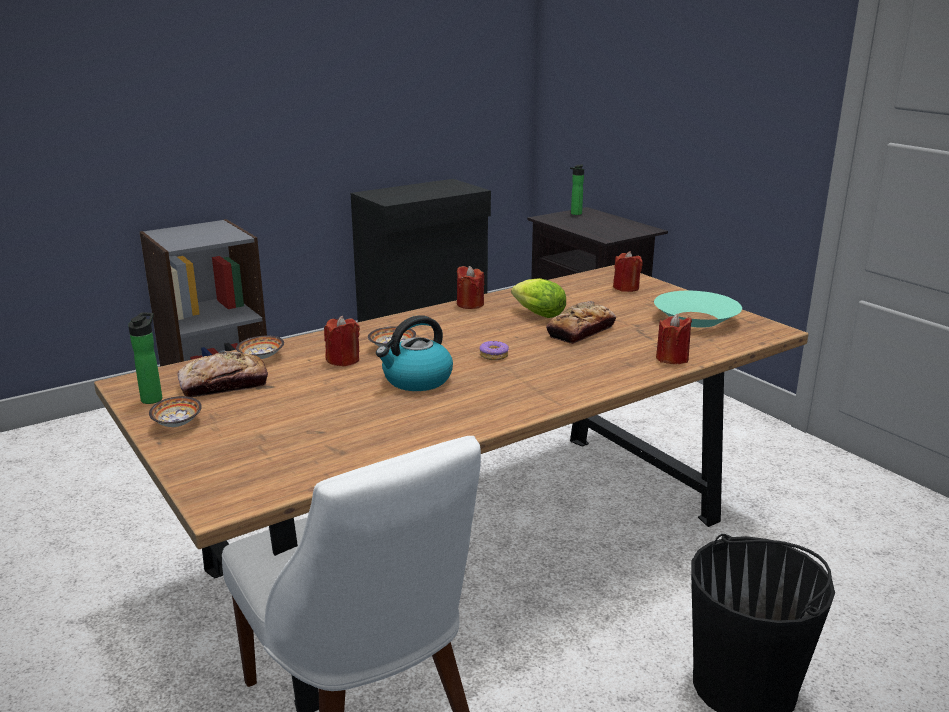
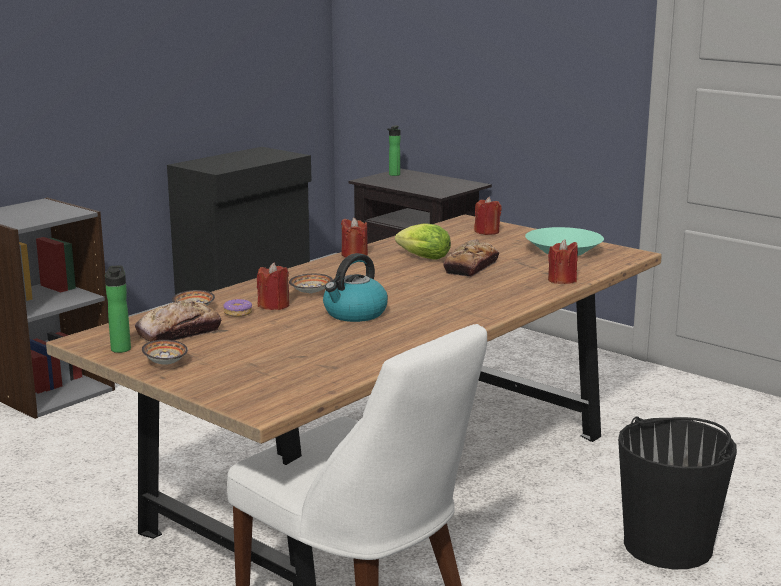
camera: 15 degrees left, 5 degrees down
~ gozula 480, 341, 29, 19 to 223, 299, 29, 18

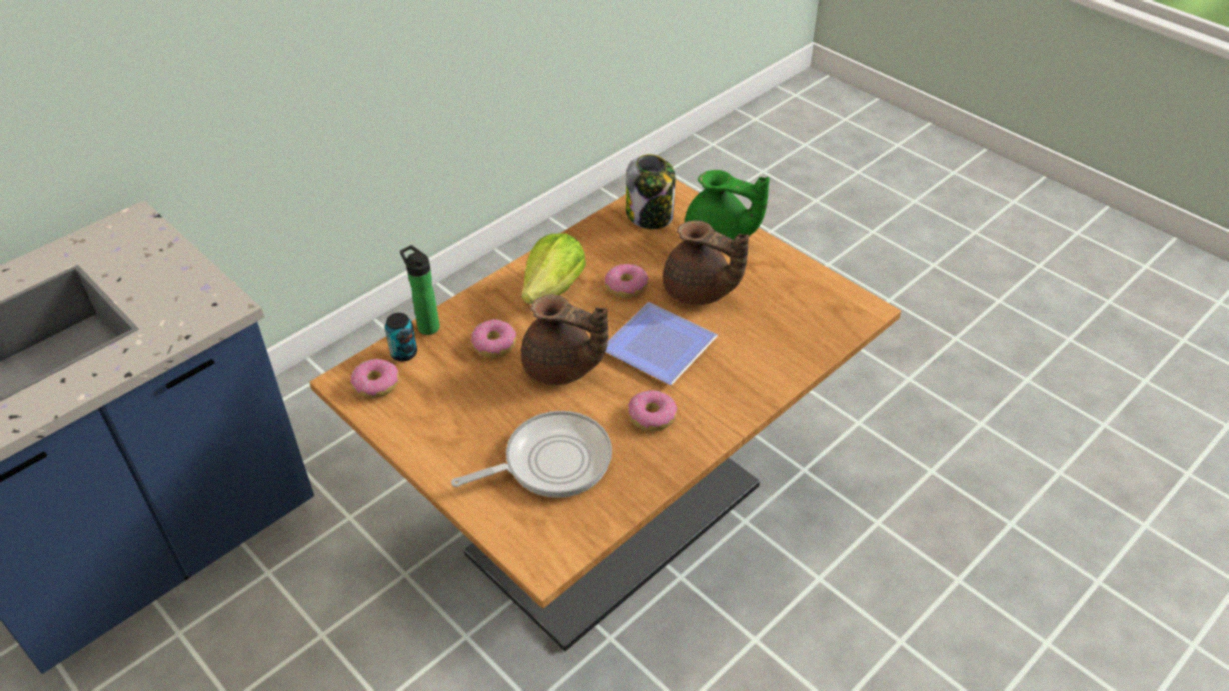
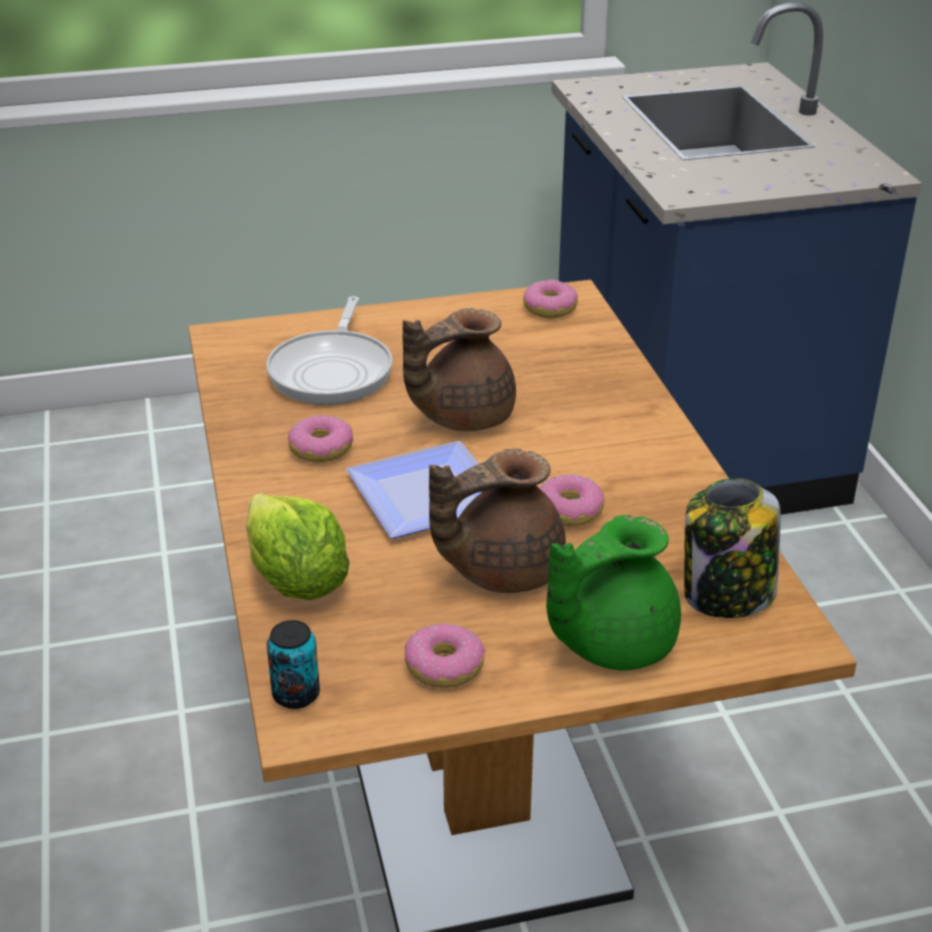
camera: 120 degrees right, 10 degrees down
~ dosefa 522, 233, 64, 71 to 246, 493, 104, 107
~ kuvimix 385, 313, 32, 49 to 267, 620, 53, 89
~ gozula 471, 319, 45, 39 to 405, 623, 80, 65
- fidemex 400, 245, 40, 90

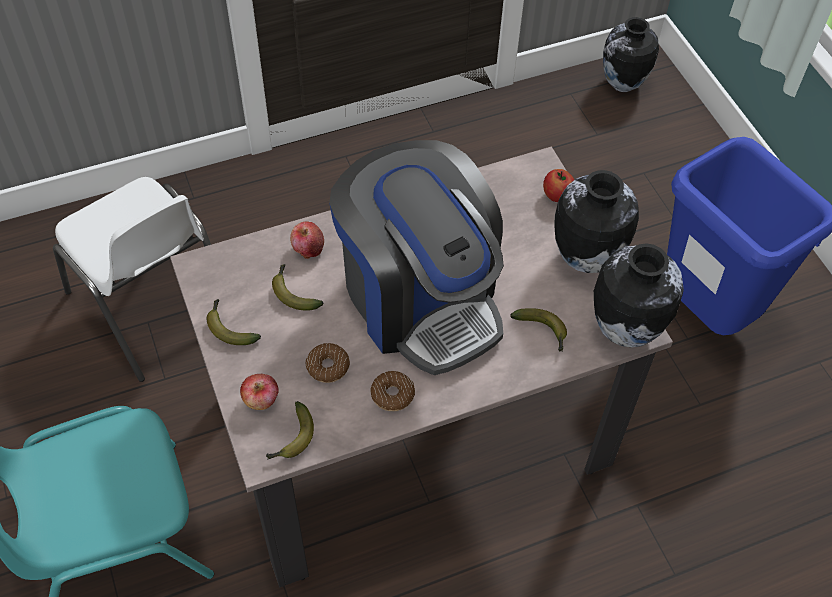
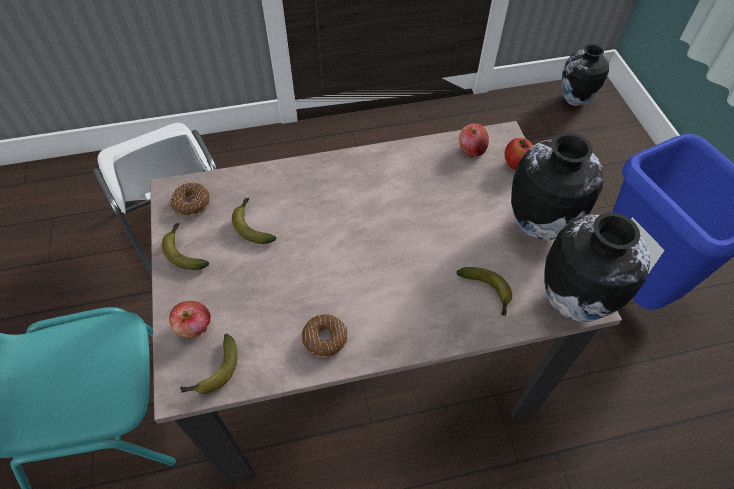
camera: 10 degrees right, 0 degrees up
~ gozula 306, 343, 44, 40 to 170, 182, 40, 34
~ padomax 290, 221, 34, 38 to 459, 123, 30, 34
- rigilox 329, 140, 175, 235

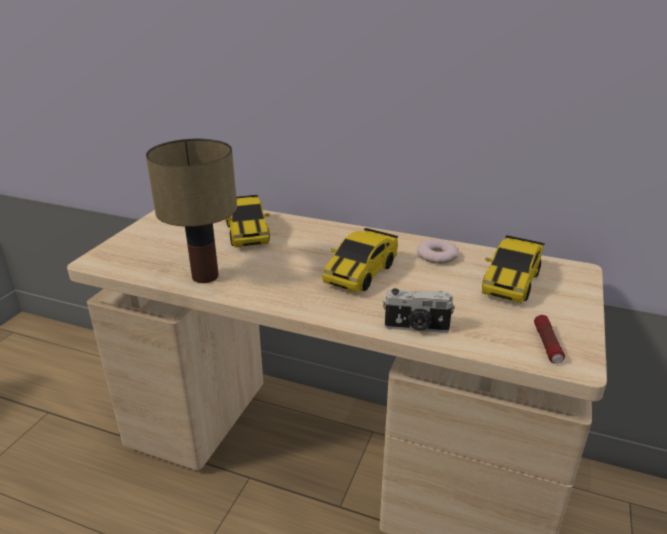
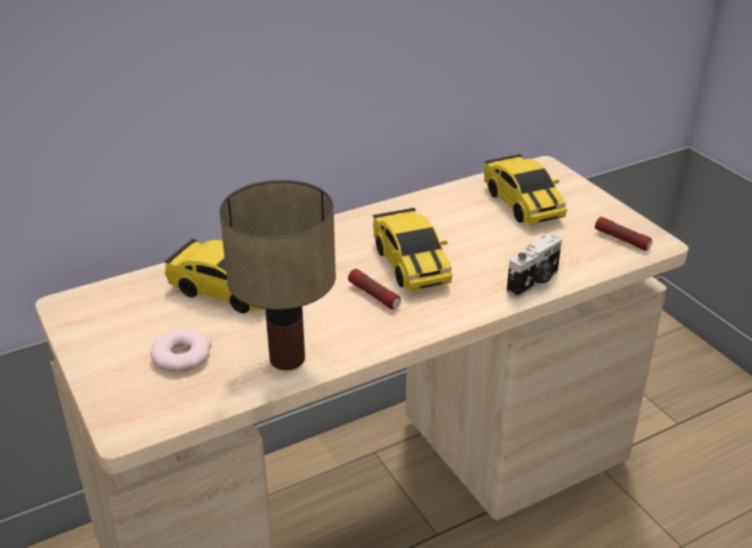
camera: 50 degrees left, 5 degrees up
~ gozula 417, 239, 42, 25 to 150, 329, 62, 43
+ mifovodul 348, 269, 53, 40

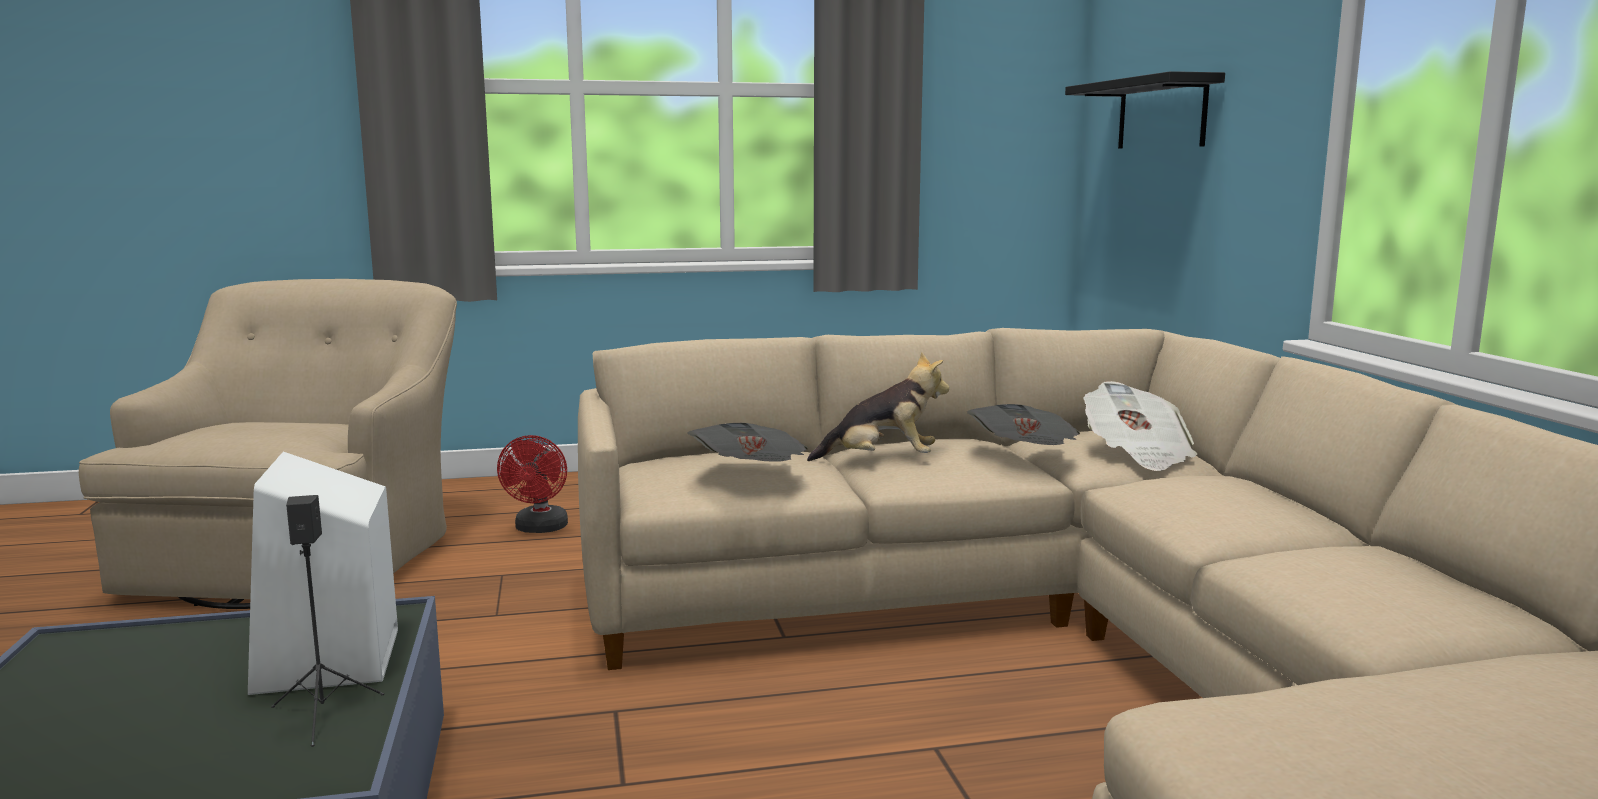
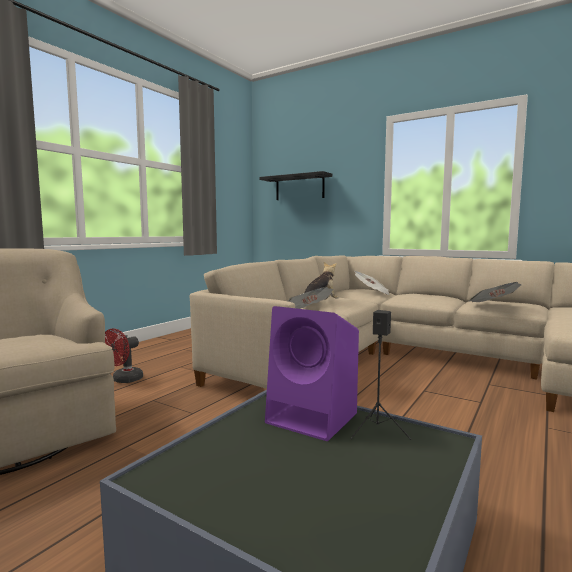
camera: 45 degrees left, 5 degrees down
~ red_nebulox 497, 435, 71, 98 = 105, 329, 38, 54 75 degrees clockwise
~ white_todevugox 248, 451, 150, 244 to purple_todevugox 265, 306, 94, 135
~ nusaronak 967, 404, 113, 41 to 468, 282, 54, 20

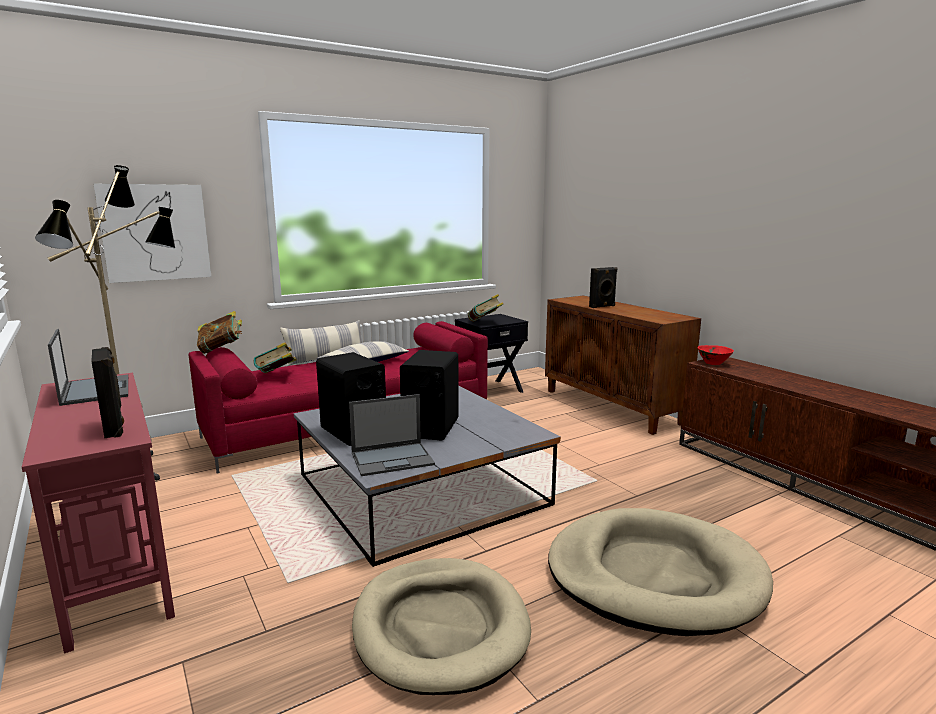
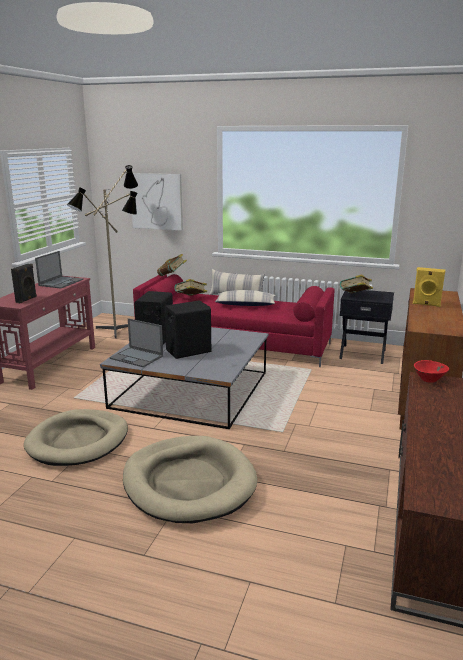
camera: 50 degrees right, 5 degrees up
~ black_todevugox 589, 267, 29, 41 to yellow_todevugox 413, 267, 33, 40

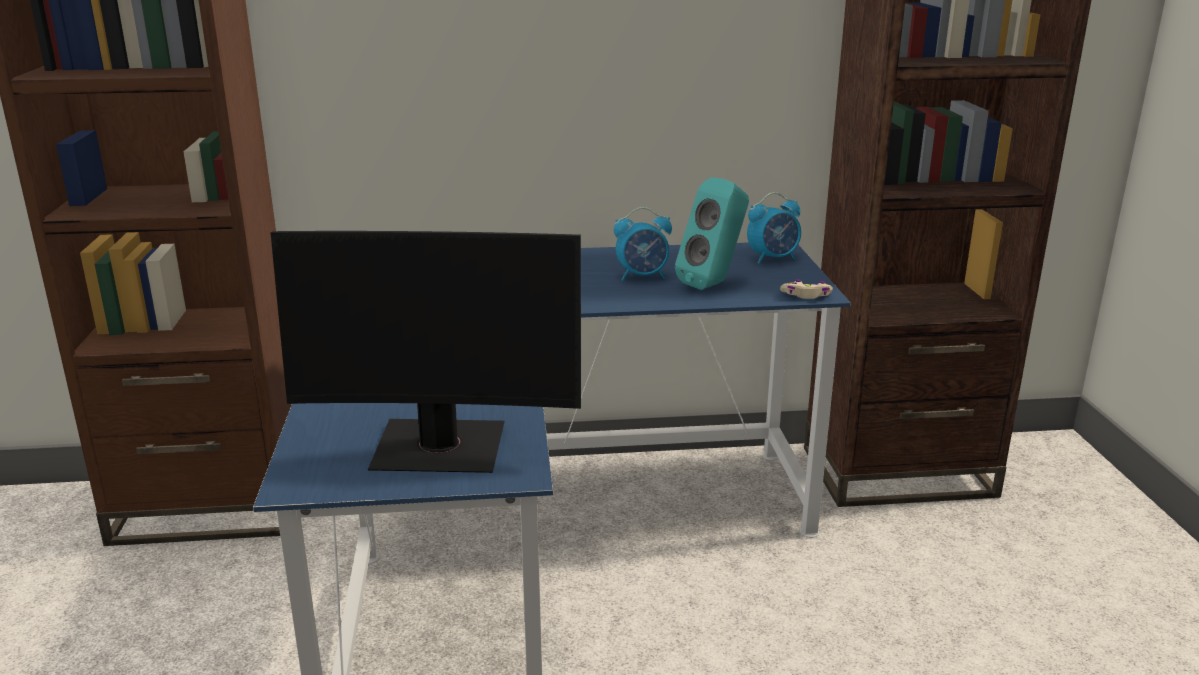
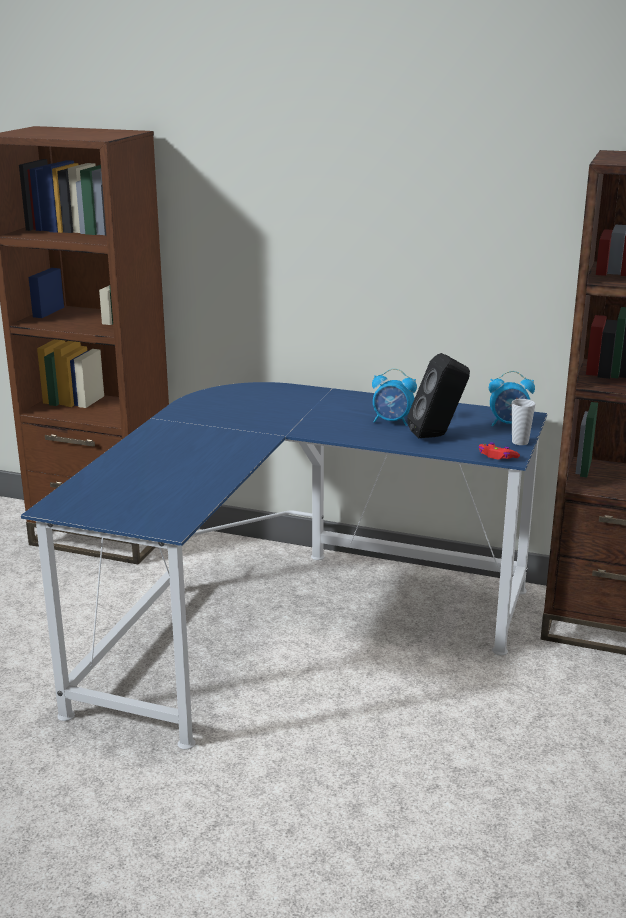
camera: 25 degrees right, 0 degrees up
~ turquoise_todevugox 675, 177, 74, 113 to black_todevugox 407, 353, 63, 85
~ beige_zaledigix 780, 280, 53, 19 to red_zaledigix 479, 442, 41, 17
+ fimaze 512, 399, 23, 46
- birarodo 271, 231, 310, 242

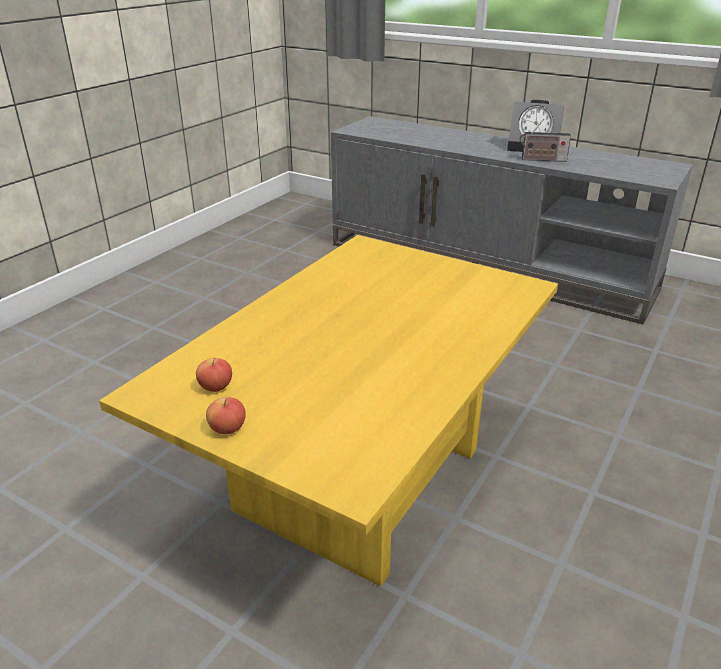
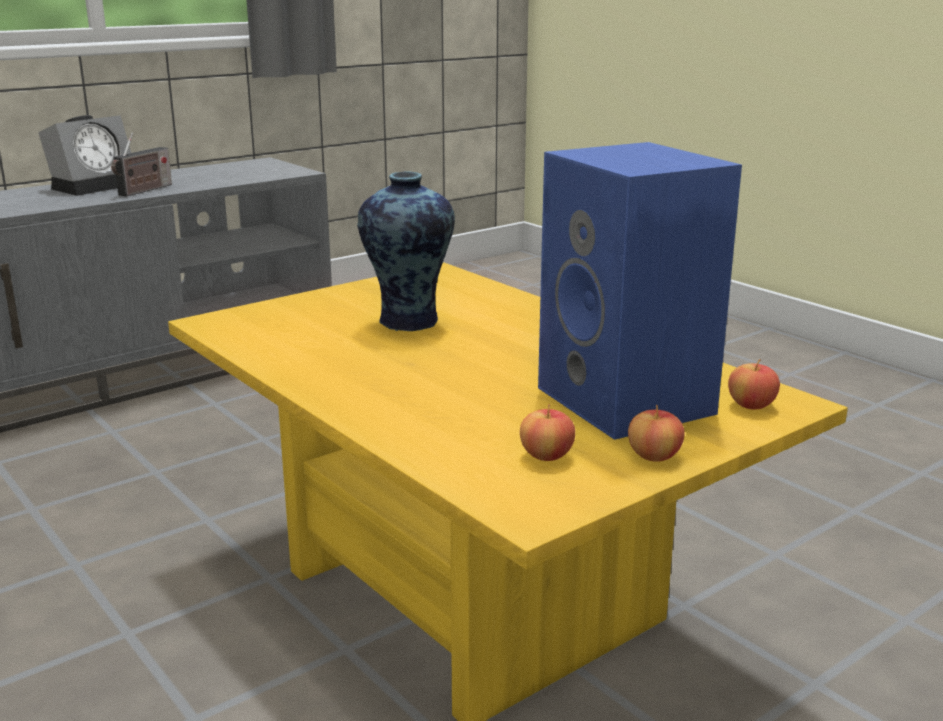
camera: 70 degrees left, 10 degrees down
+ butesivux 357, 171, 98, 160
+ blue_todevugox 538, 142, 204, 298
+ padomax 728, 359, 52, 50

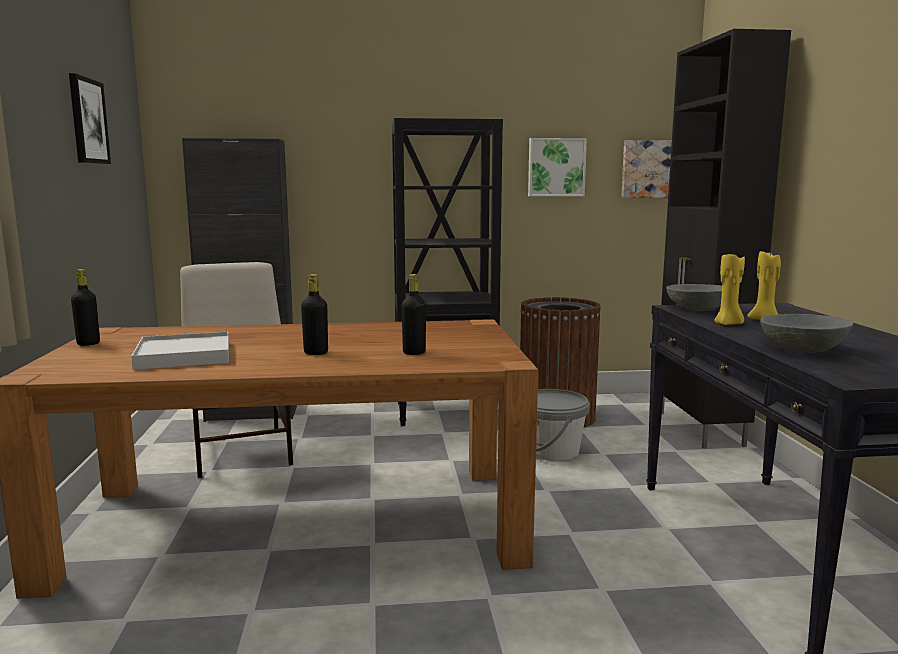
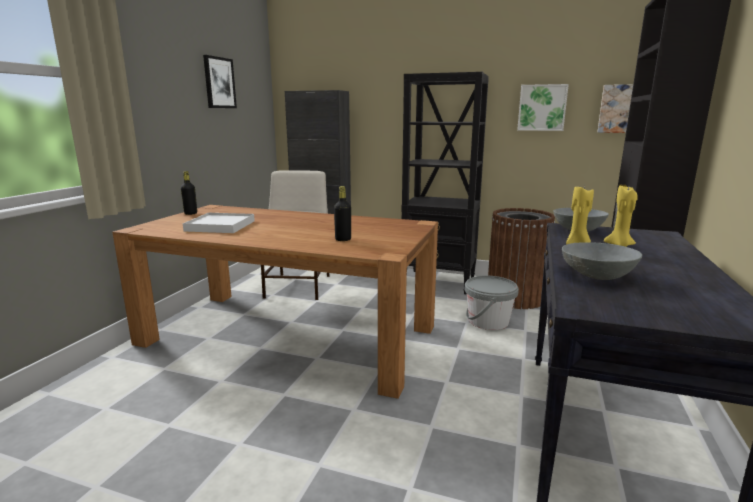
camera: 25 degrees right, 5 degrees up
- black_fidemex 301, 274, 27, 81

